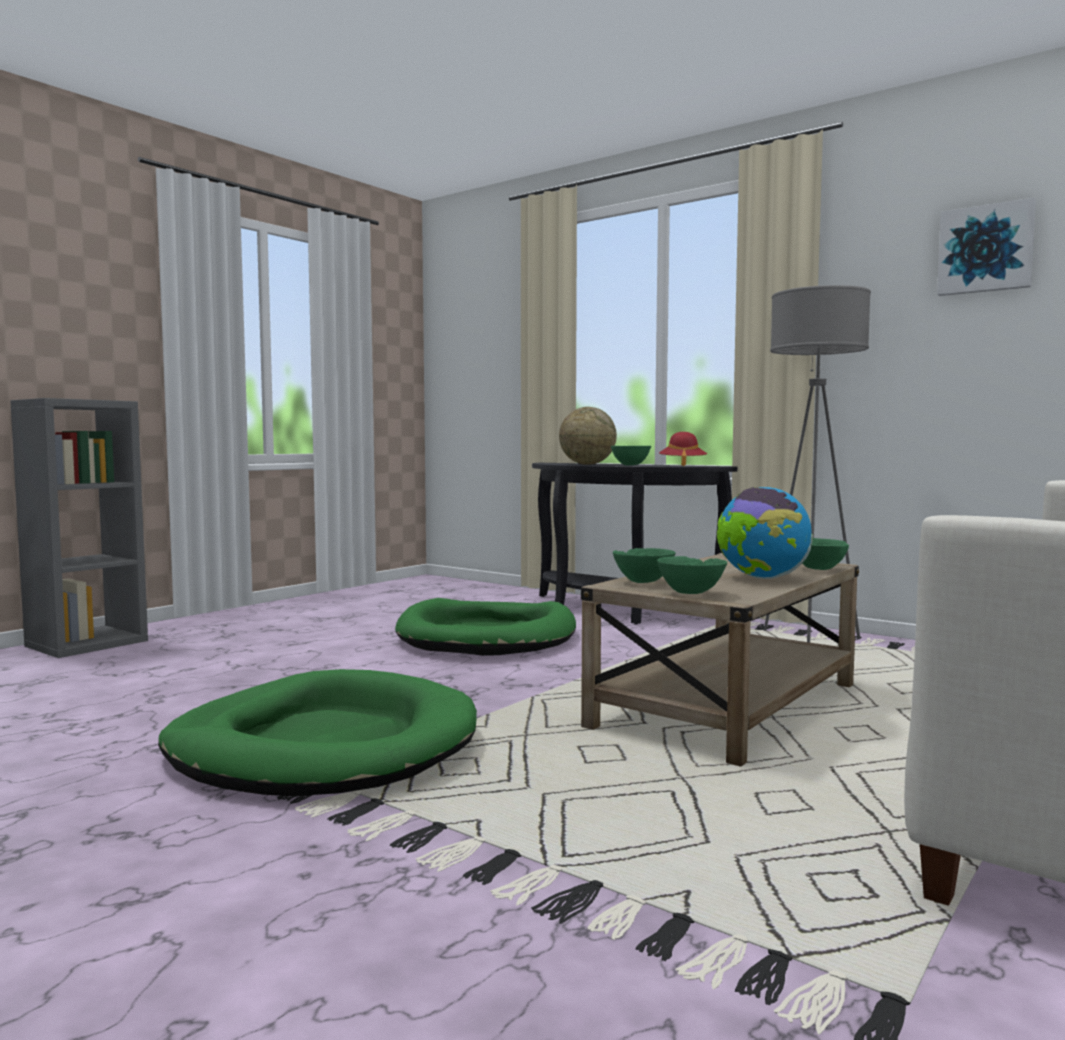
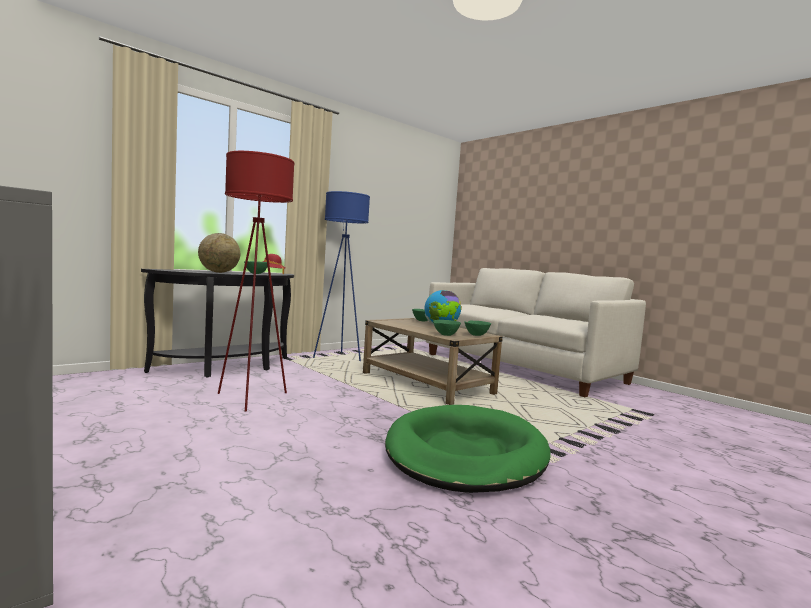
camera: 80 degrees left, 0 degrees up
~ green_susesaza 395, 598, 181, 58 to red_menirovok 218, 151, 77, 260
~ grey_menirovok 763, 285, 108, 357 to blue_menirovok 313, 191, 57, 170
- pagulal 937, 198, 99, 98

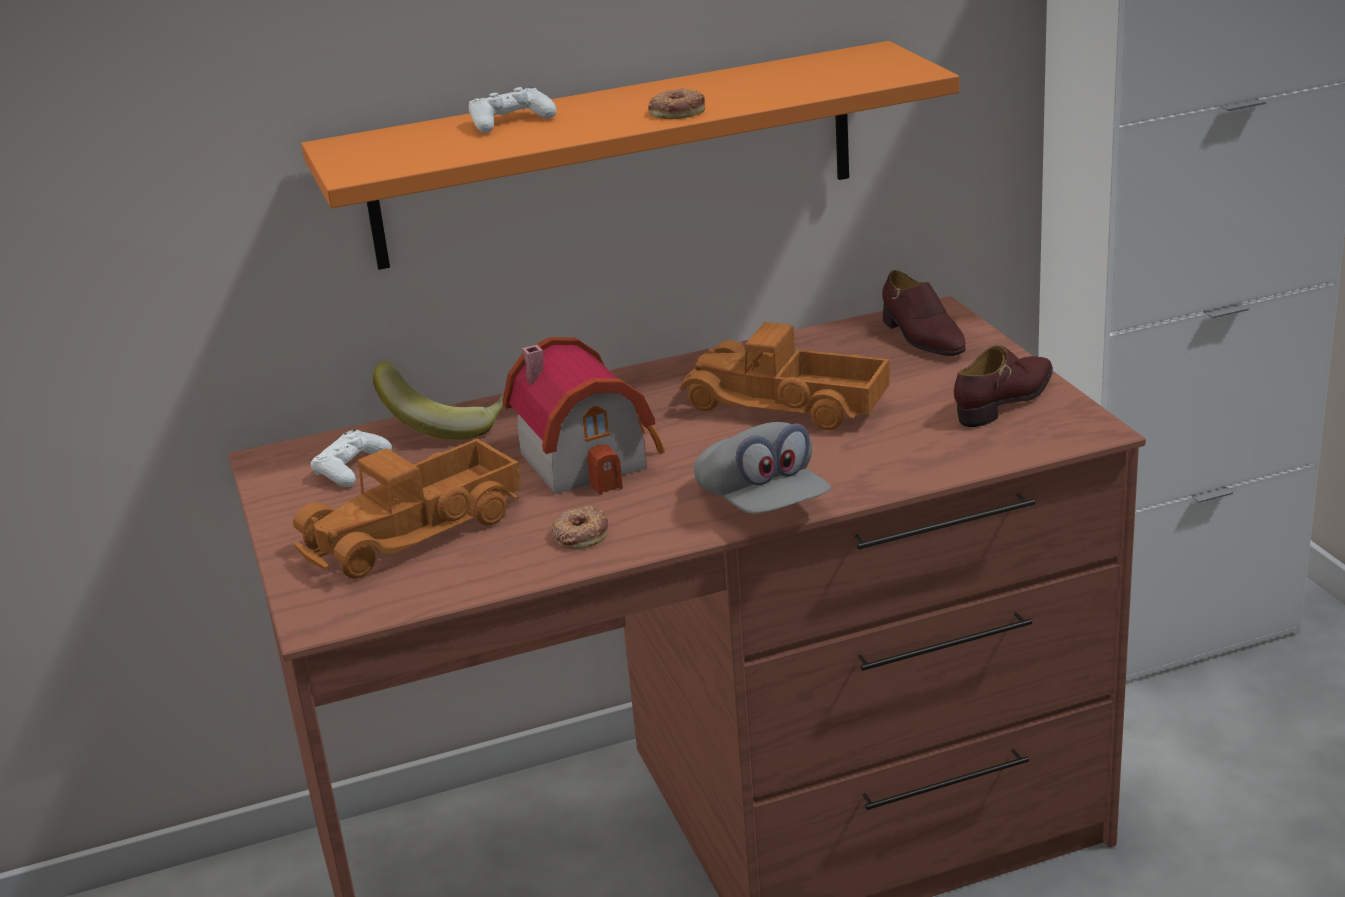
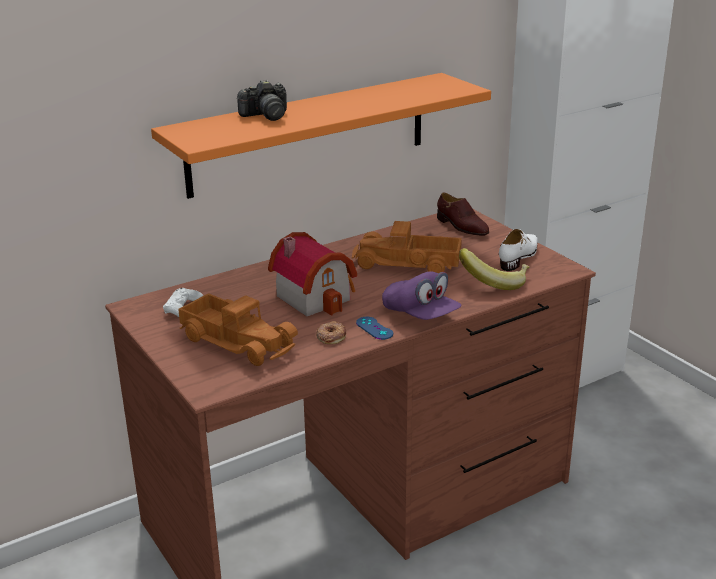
camera: 15 degrees left, 0 degrees up
~ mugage 293, 439, 229, 140 = 178, 293, 120, 73 90 degrees counterclockwise
~ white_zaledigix 469, 87, 88, 46 to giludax 237, 80, 50, 41
+ blue_zaledigix 356, 317, 37, 23
~ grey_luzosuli 694, 422, 137, 92 to purple_luzosuli 382, 272, 79, 48
~ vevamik 373, 361, 131, 79 to 459, 248, 70, 42
~ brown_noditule 954, 345, 99, 82 to white_noditule 499, 229, 39, 42
- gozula 648, 88, 57, 31

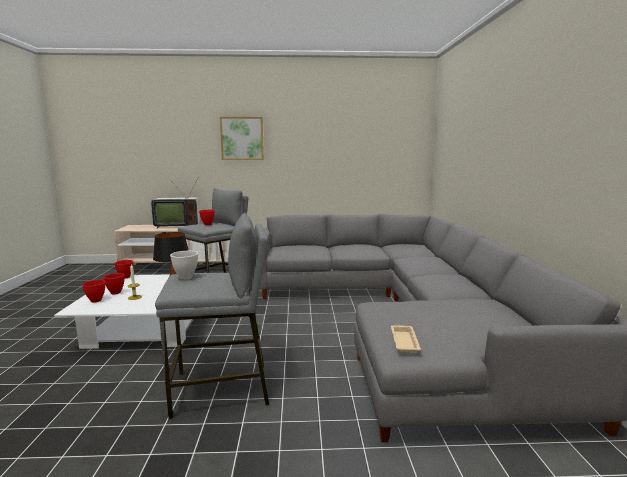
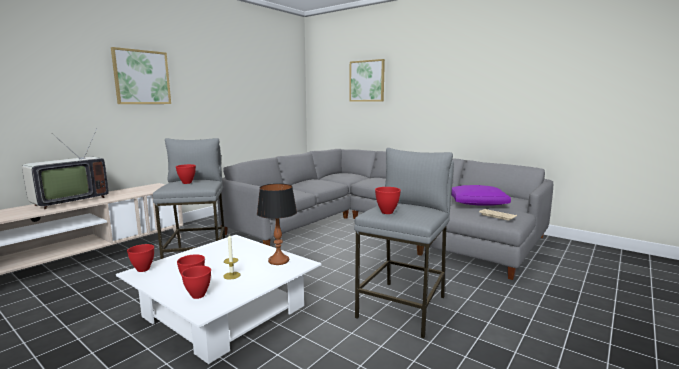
camera: 50 degrees left, 0 degrees up
+ pagulal 349, 59, 36, 42
~ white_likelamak 170, 251, 28, 29 to red_likelamak 375, 187, 26, 27
+ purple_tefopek 451, 185, 60, 21

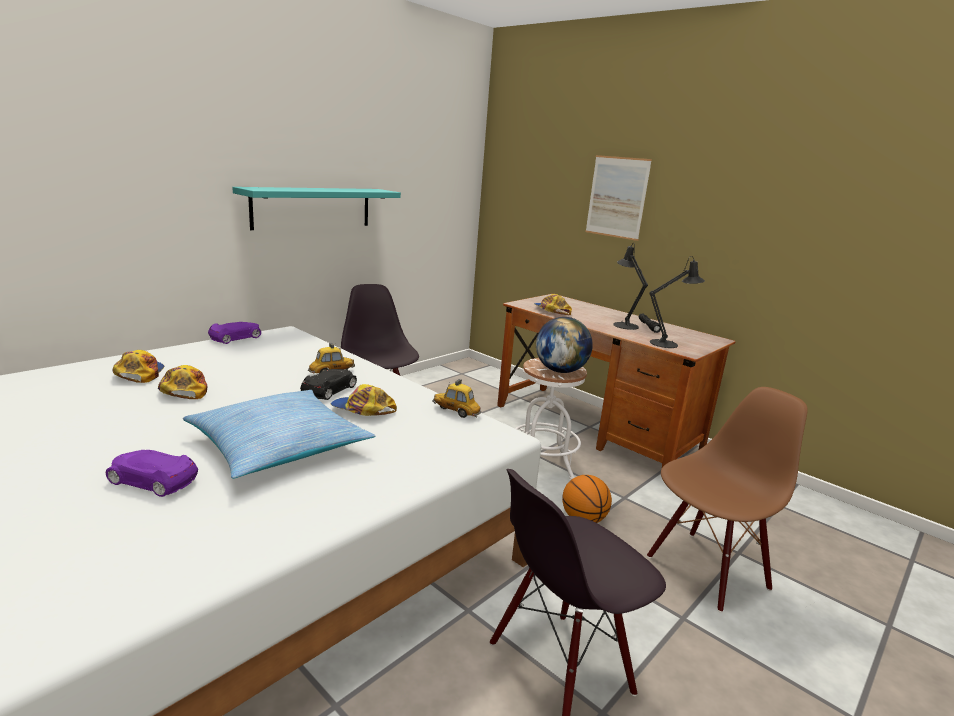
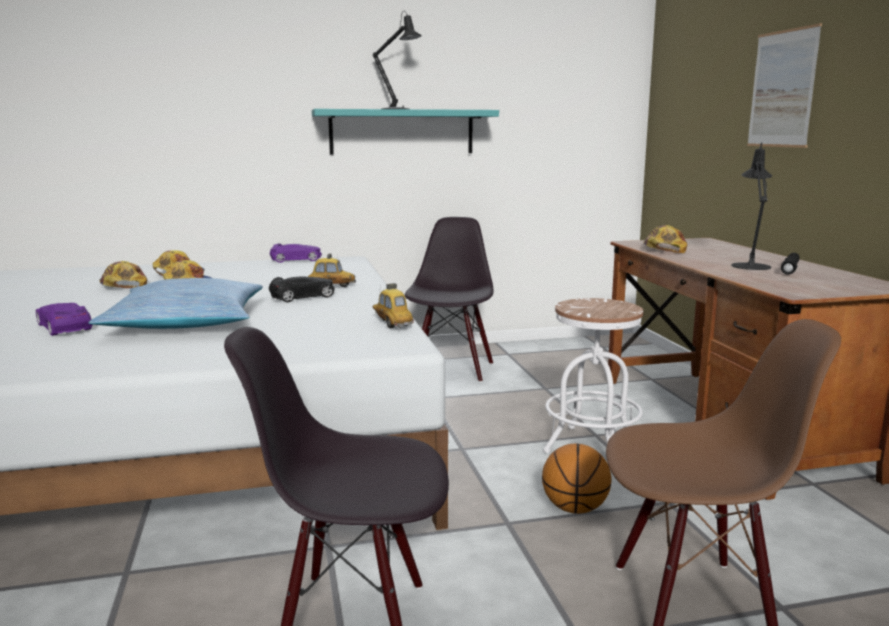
camera: 35 degrees right, 5 degrees down
~ luzosuli 331, 384, 66, 32 to 99, 261, 48, 27
~ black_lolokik 650, 256, 55, 92 to 373, 11, 49, 98
- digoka 536, 317, 57, 56

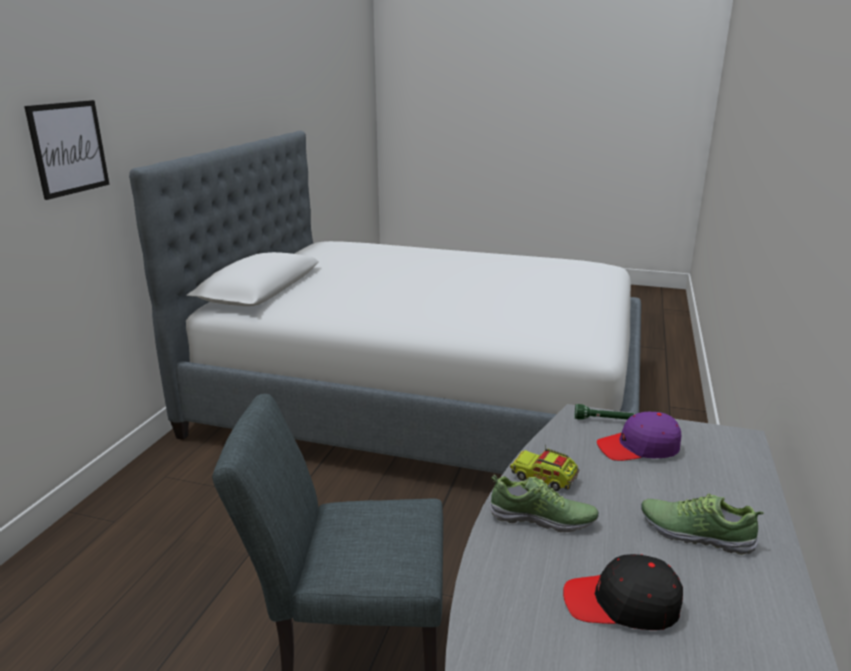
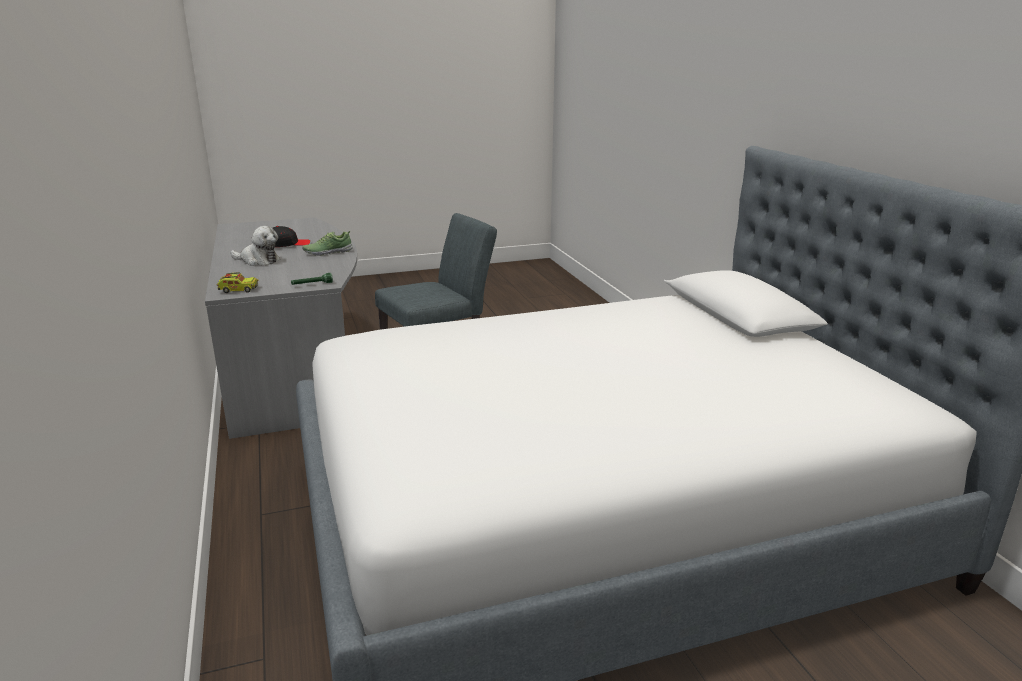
camera: 145 degrees right, 0 degrees up
~ mugage 510, 446, 70, 45 to 217, 272, 41, 21
~ noditule 641, 493, 123, 62 to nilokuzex 230, 226, 50, 40
- pagulal 24, 100, 86, 100
- purple_luzosuli 597, 412, 84, 49

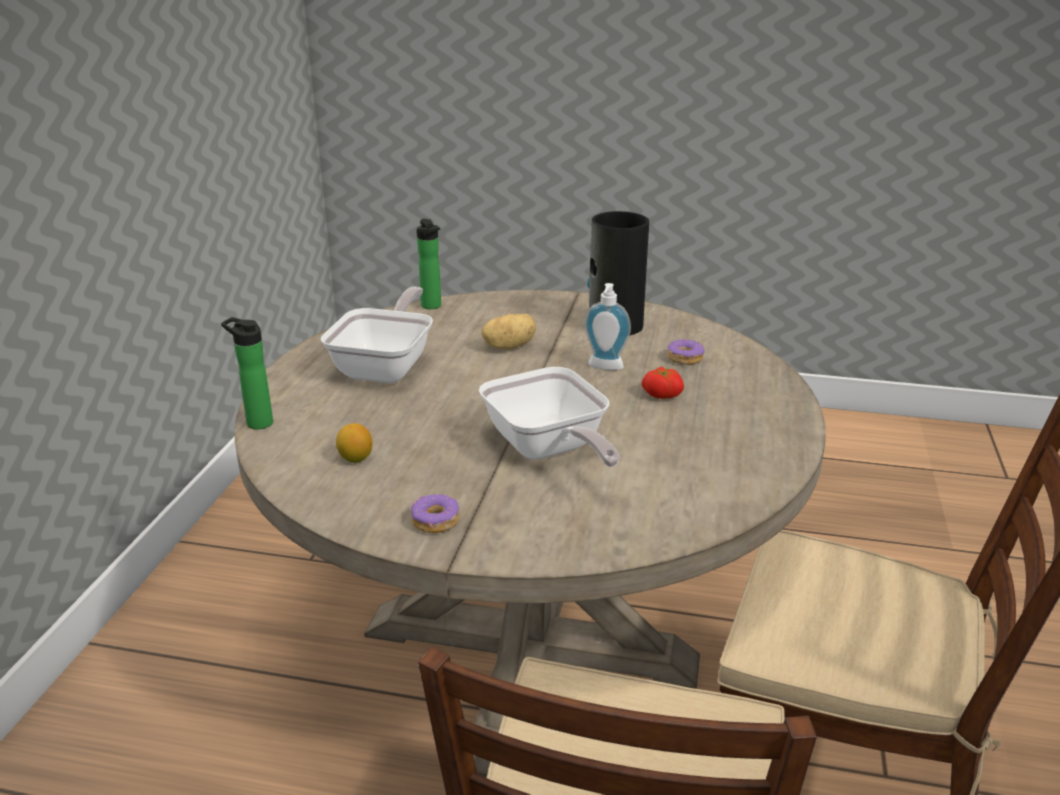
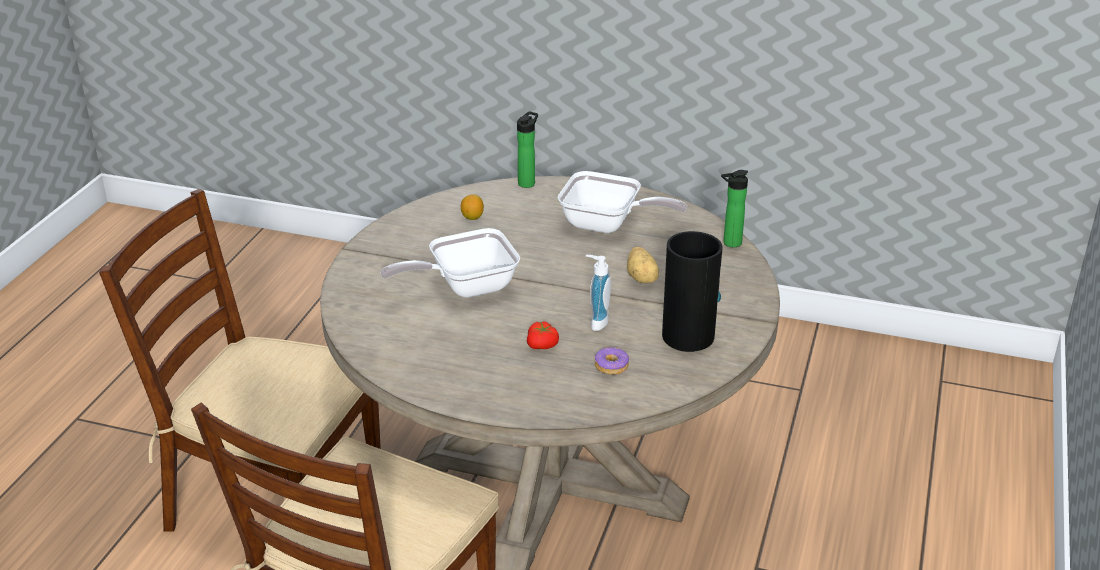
camera: 95 degrees right, 5 degrees up
- gozula 411, 495, 49, 38

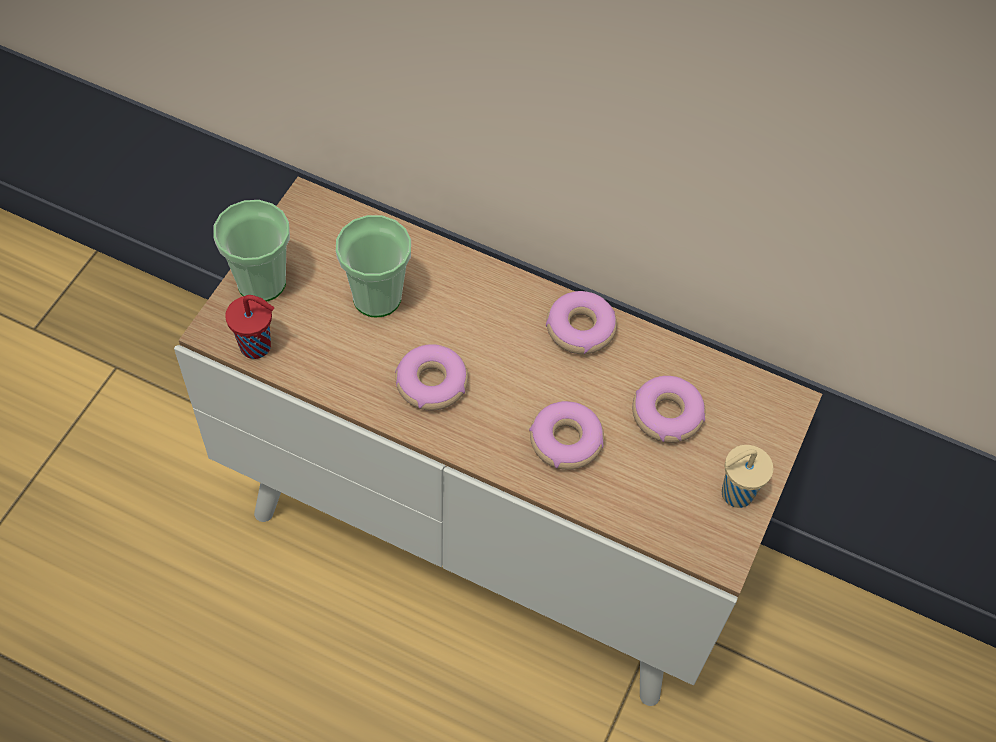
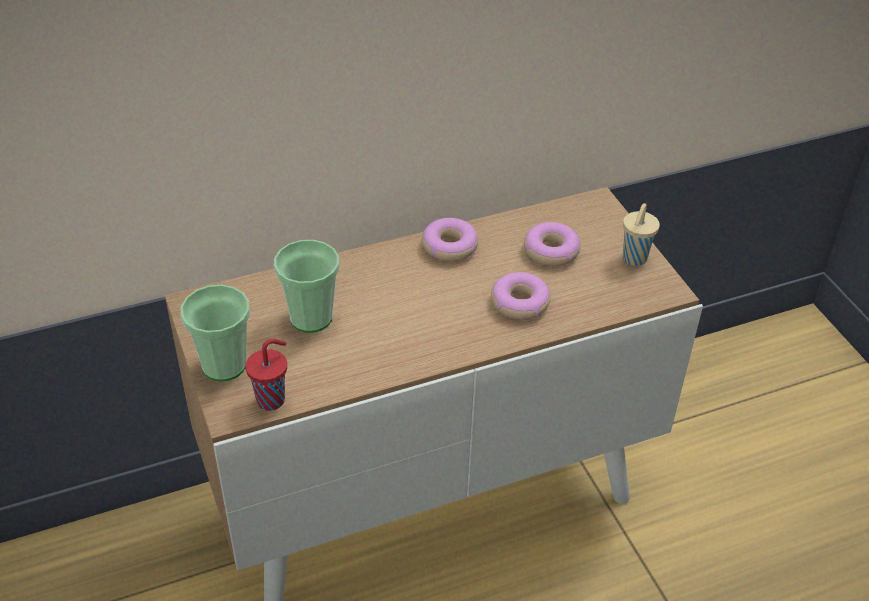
camera: 45 degrees left, 15 degrees down
- gozula 395, 344, 73, 67

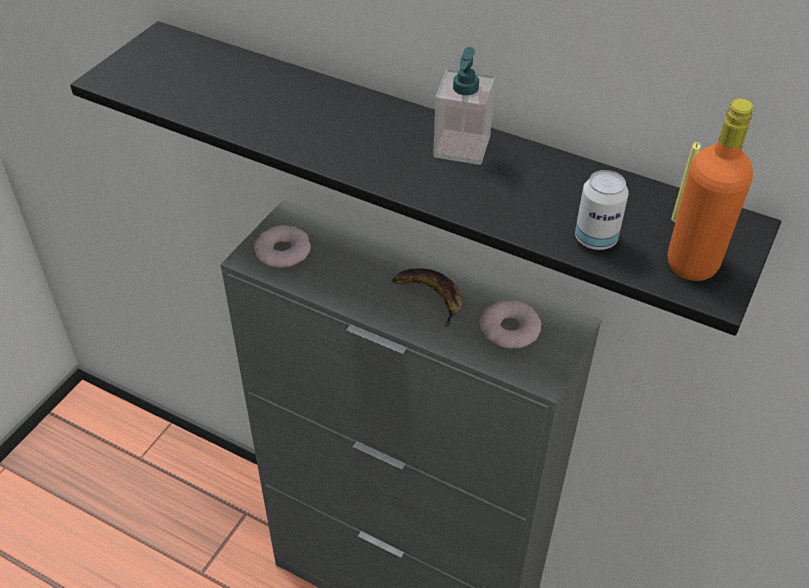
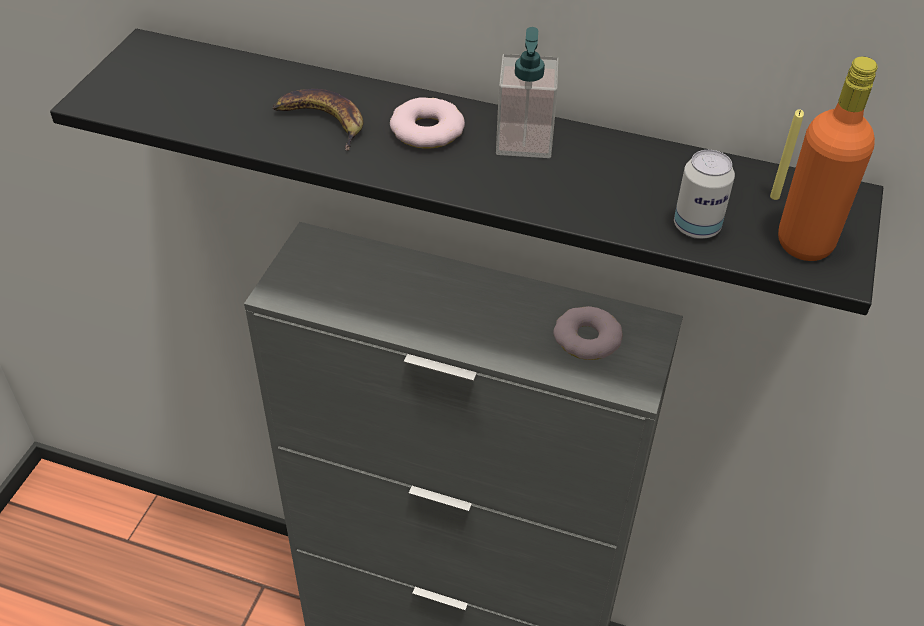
camera: 10 degrees left, 0 degrees up
~ vevamik 392, 268, 70, 59 to 273, 89, 90, 62
~ gozula 254, 225, 57, 43 to 390, 98, 75, 51

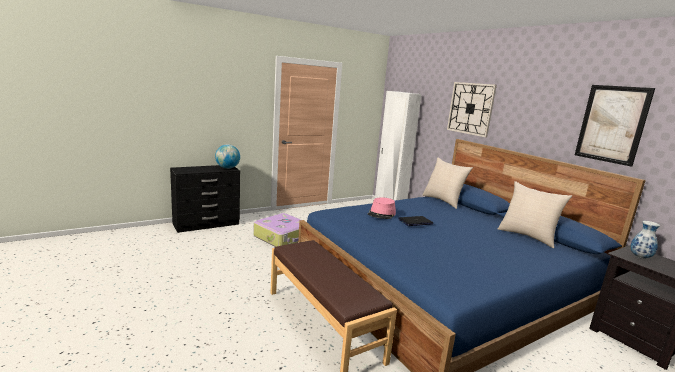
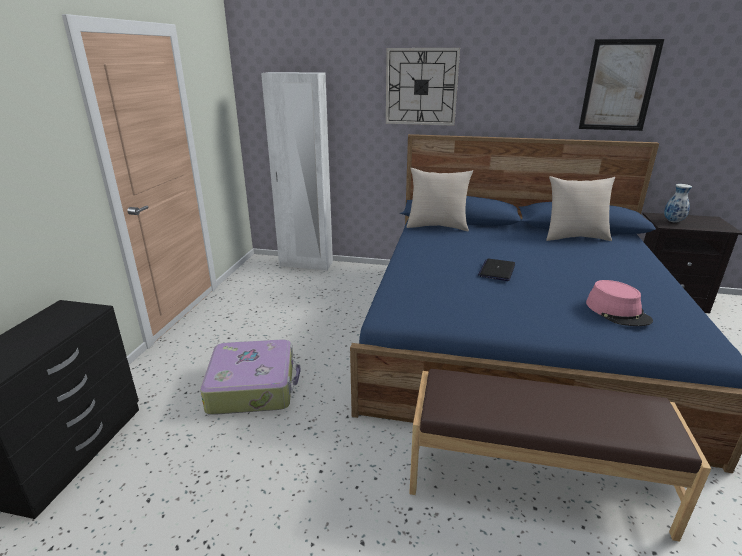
camera: 45 degrees left, 10 degrees up
~ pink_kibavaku 368, 197, 28, 22 to 586, 280, 67, 46
- digoka 215, 144, 25, 25

